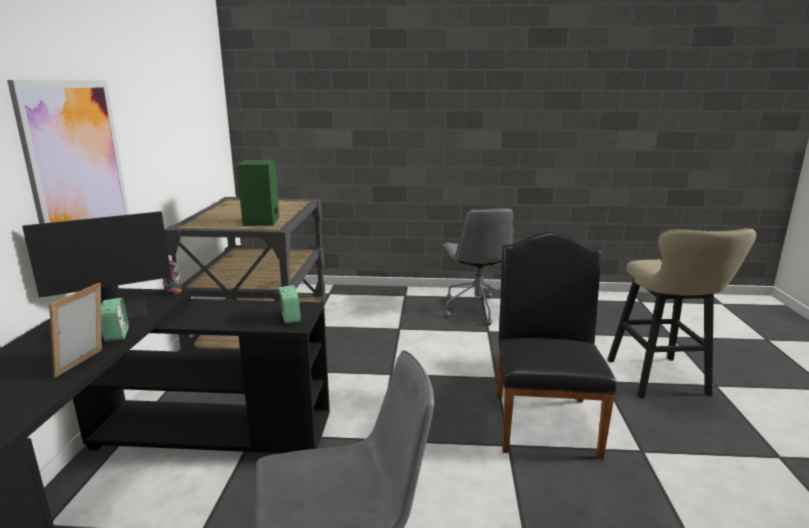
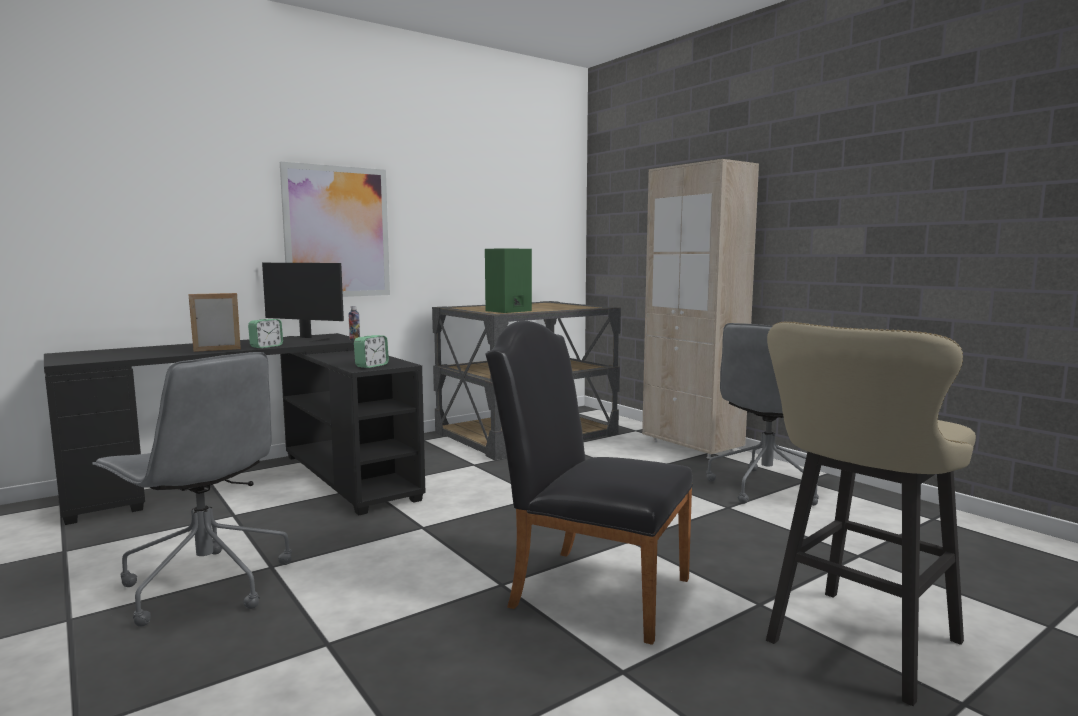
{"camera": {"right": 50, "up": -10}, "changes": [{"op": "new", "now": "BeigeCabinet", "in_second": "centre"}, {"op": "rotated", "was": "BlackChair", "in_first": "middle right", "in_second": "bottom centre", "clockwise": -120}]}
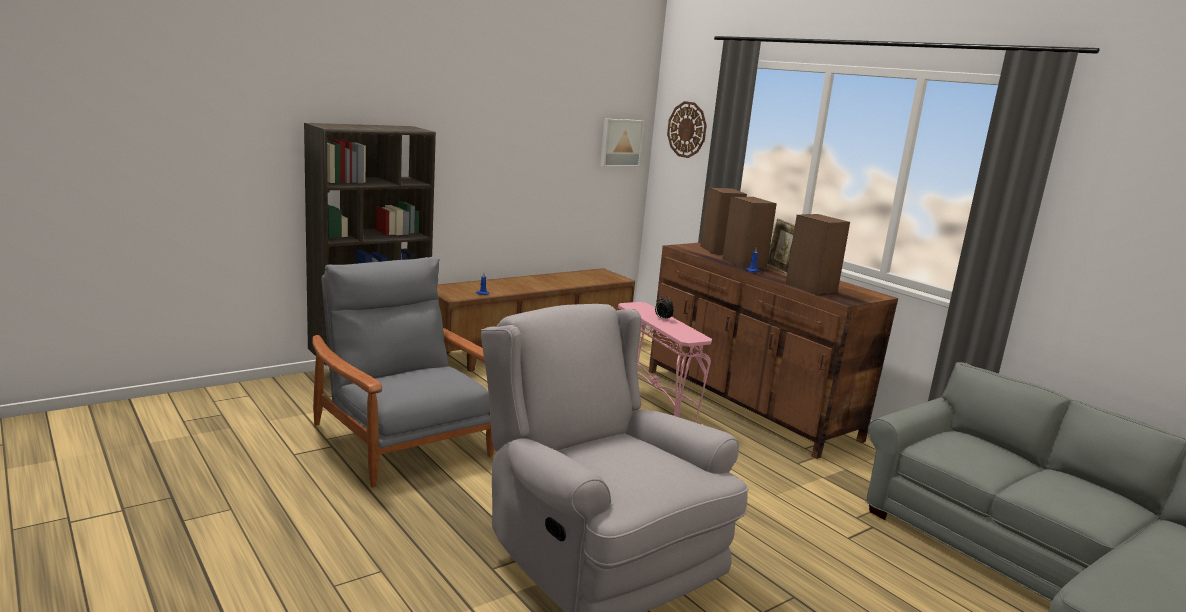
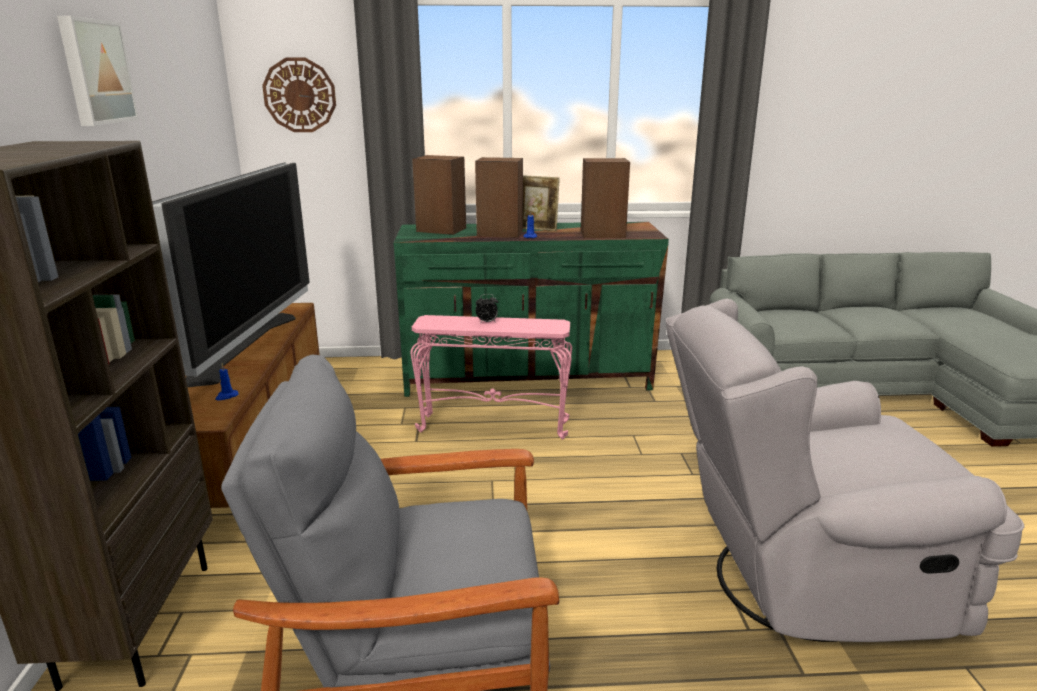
{"camera": {"right": -55, "up": 5}, "changes": [{"op": "new", "now": "Television", "in_second": "middle left"}, {"op": "shifted", "was": "Picture", "in_first": "top centre", "in_second": "top left"}, {"op": "repainted", "was": "BrownCabinet", "now": "GreenCabinet", "in_first": "centre", "in_second": "centre"}]}
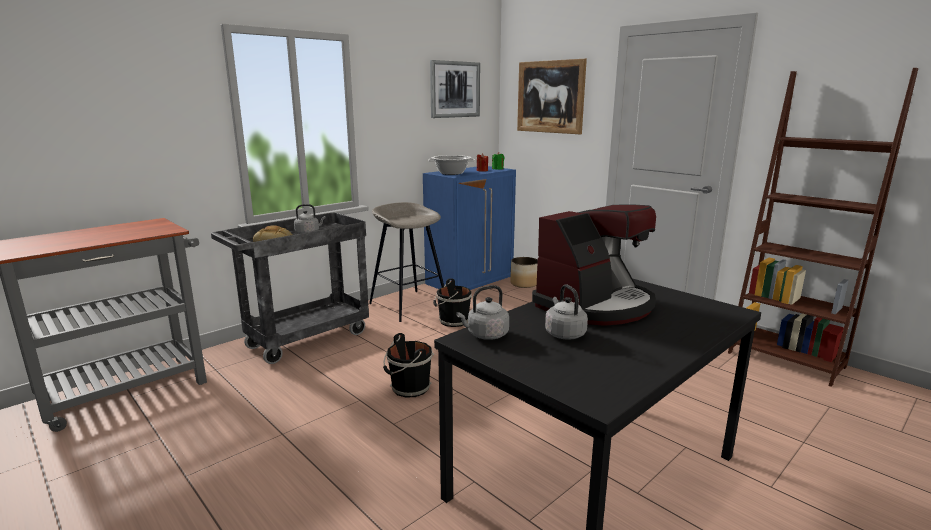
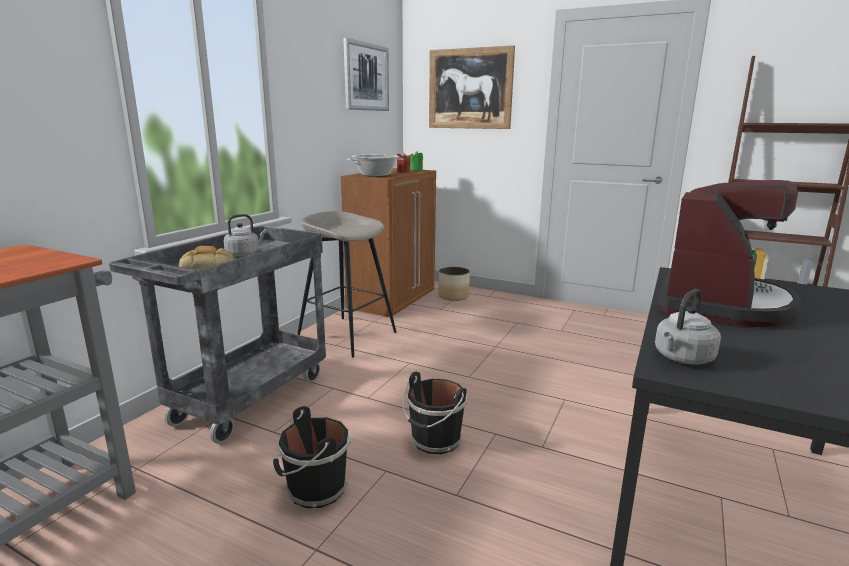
{"camera": {"right": -20, "up": 0}, "changes": [{"op": "gone", "was": "GreyKettle (no. 3 from left)", "in_first": "centre"}, {"op": "shifted", "was": "BlackBucket (no. 2 from left in the first image)", "now": "BlackBucket (no. 1 from left)", "in_first": "centre", "in_second": "bottom centre"}, {"op": "repainted", "was": "BlueCabinet", "now": "BrownCabinet", "in_first": "centre", "in_second": "centre"}]}
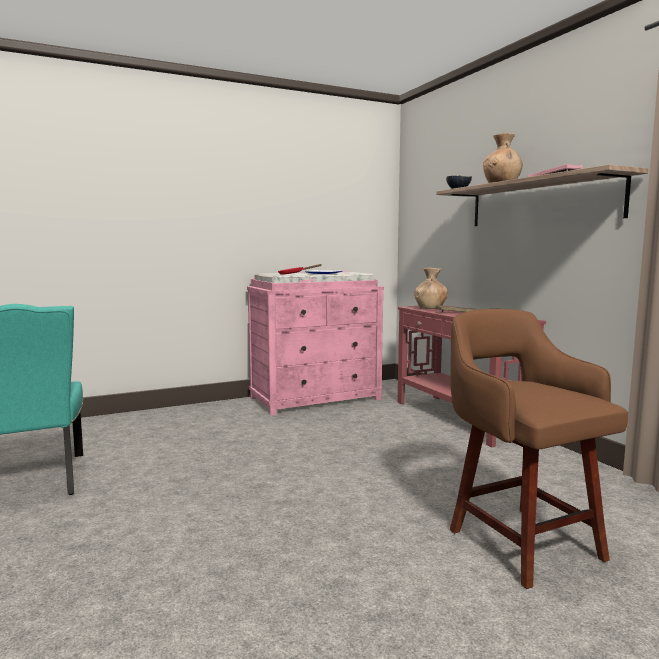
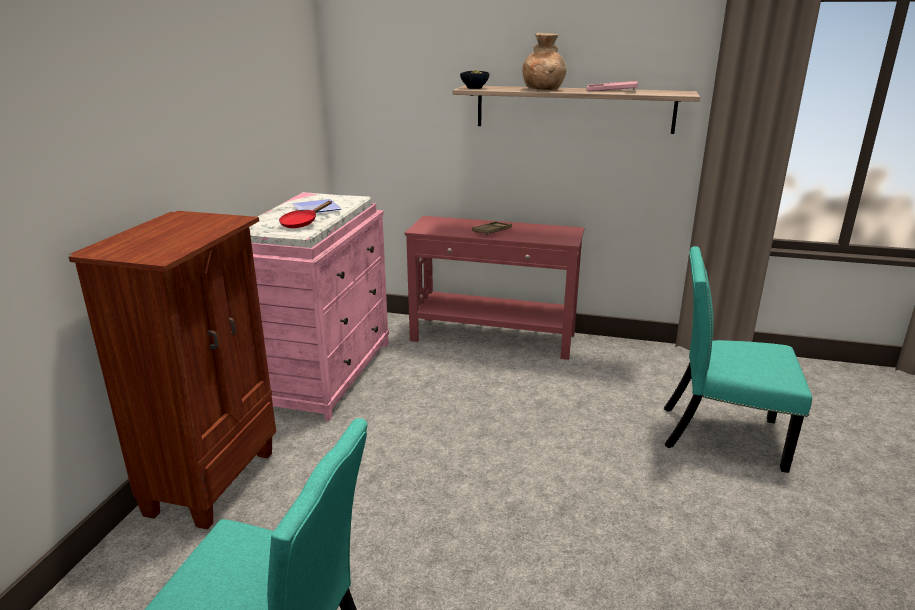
{"camera": {"right": -50, "up": 15}, "changes": [{"op": "gone", "was": "BrownVase (no. 1 from left)", "in_first": "centre"}, {"op": "new", "now": "BrownCabinet", "in_second": "middle left"}, {"op": "swapped", "was": "BrownStool", "now": "TurquoiseChair (no. 2 from left)", "in_first": "bottom right", "in_second": "middle right"}]}
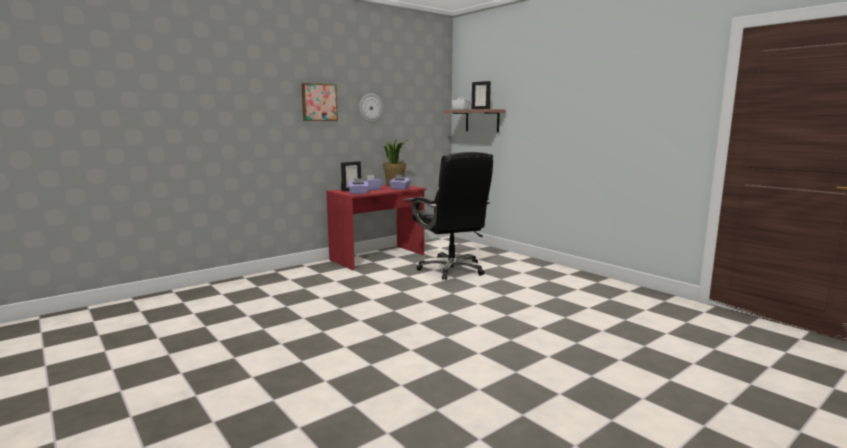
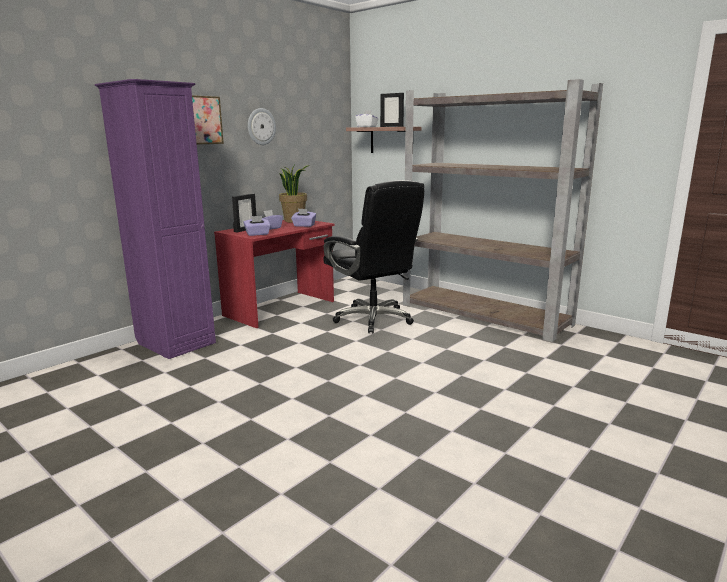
{"camera": {"right": -10, "up": 5}, "changes": [{"op": "new", "now": "PurpleCabinet", "in_second": "middle left"}, {"op": "new", "now": "BrownBookcase", "in_second": "middle right"}]}
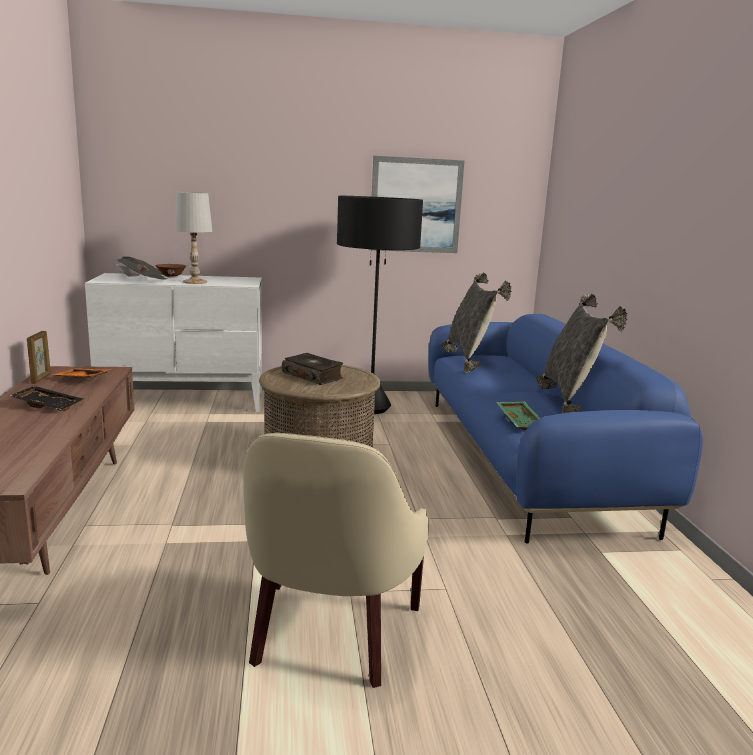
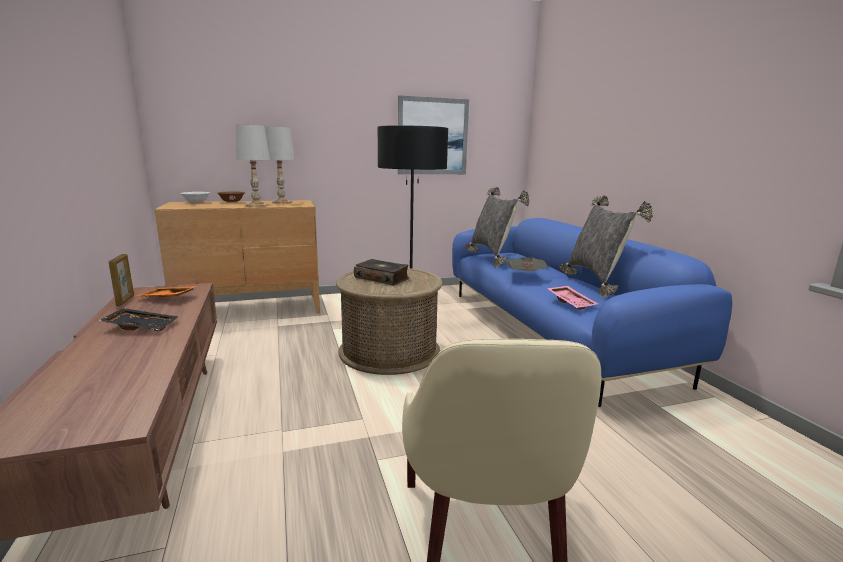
{"camera": {"right": -10, "up": 0}, "changes": [{"op": "new", "now": "WhiteTableLamp (no. 2 from left)", "in_second": "top left"}, {"op": "shifted", "was": "Newspaper", "in_first": "middle left", "in_second": "centre"}, {"op": "repainted", "was": "WhiteCabinet", "now": "BrownCabinet", "in_first": "middle left", "in_second": "middle left"}, {"op": "repainted", "was": "GreenTray", "now": "PinkTray", "in_first": "middle right", "in_second": "middle right"}]}
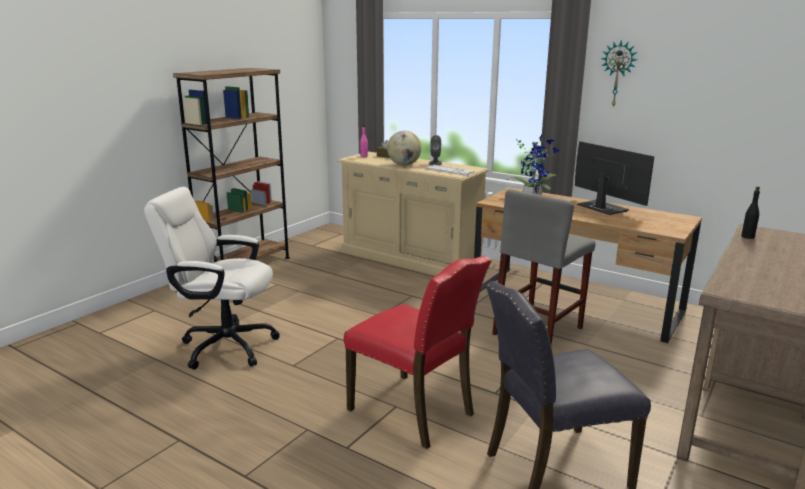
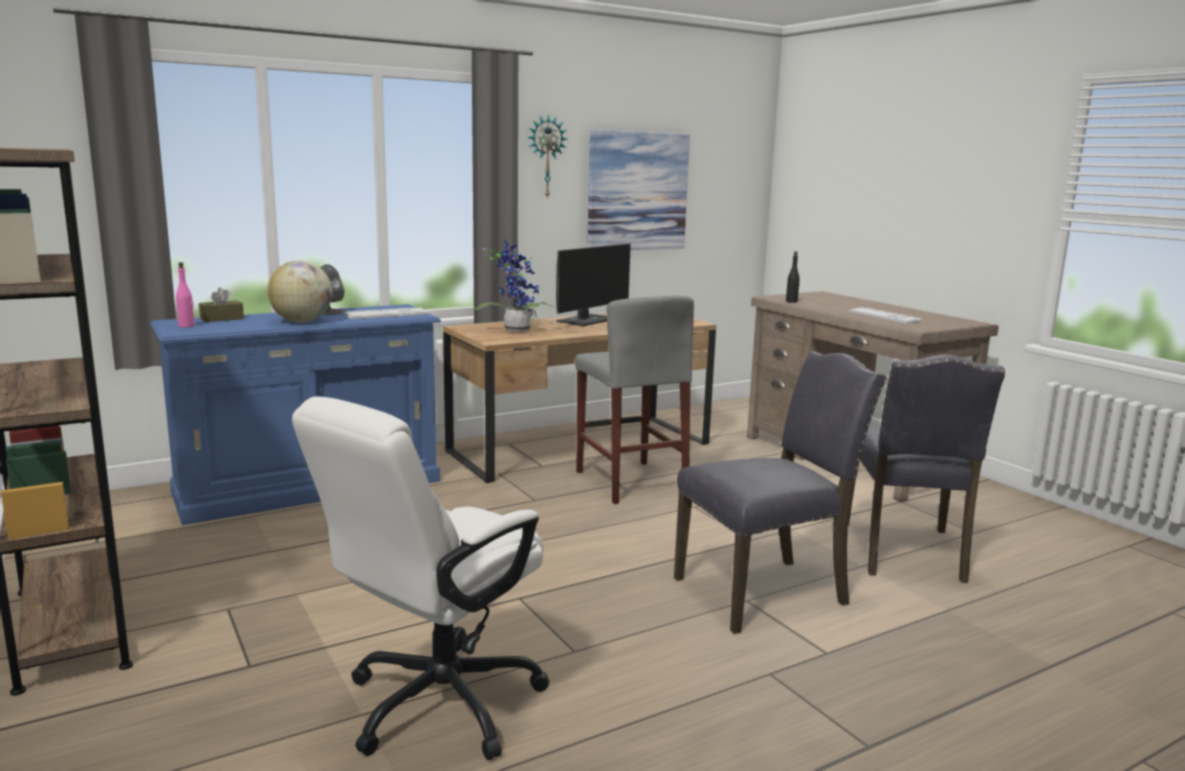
{"camera": {"right": -65, "up": -5}, "changes": [{"op": "new", "now": "Picture", "in_second": "top centre"}, {"op": "new", "now": "Keyboard (no. 2 from left)", "in_second": "middle right"}, {"op": "repainted", "was": "BeigeCabinet", "now": "BlueCabinet", "in_first": "centre", "in_second": "middle left"}, {"op": "repainted", "was": "RedChair", "now": "GreyChair (no. 1 from left)", "in_first": "bottom centre", "in_second": "centre"}, {"op": "rotated", "was": "Monitor", "in_first": "middle right", "in_second": "centre", "clockwise": 135}]}
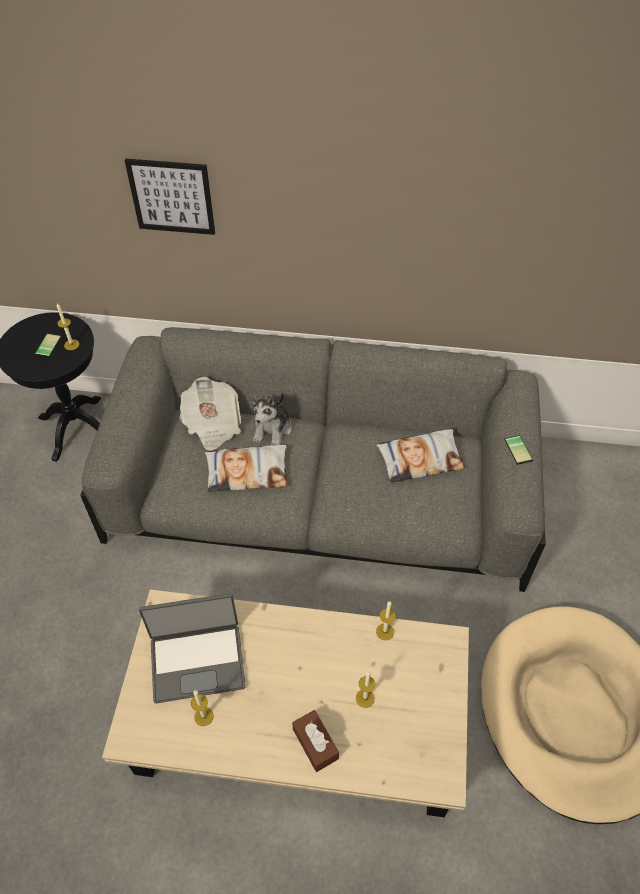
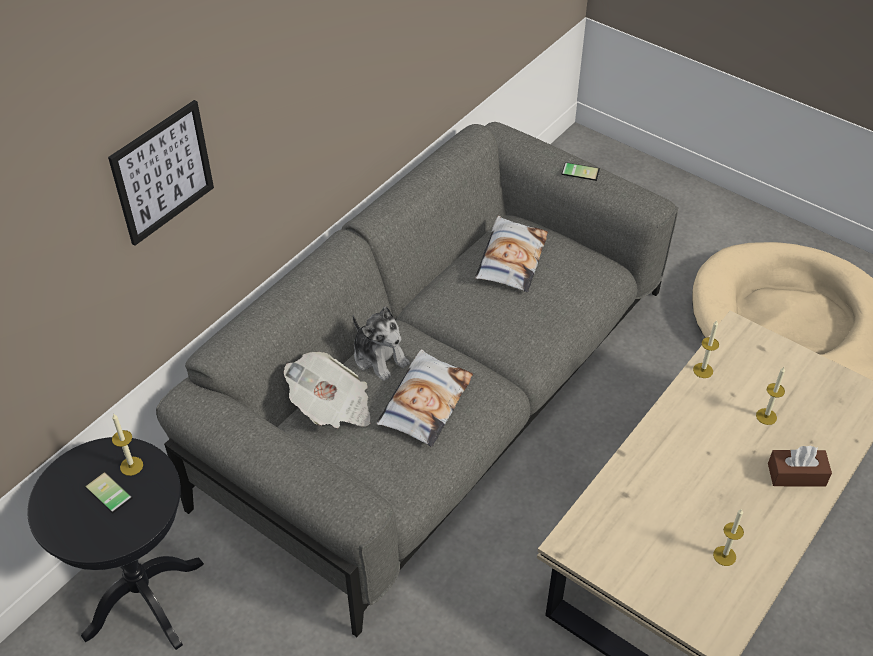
{"camera": {"right": -60, "up": -5}, "changes": [{"op": "gone", "was": "Laptop", "in_first": "bottom left"}]}
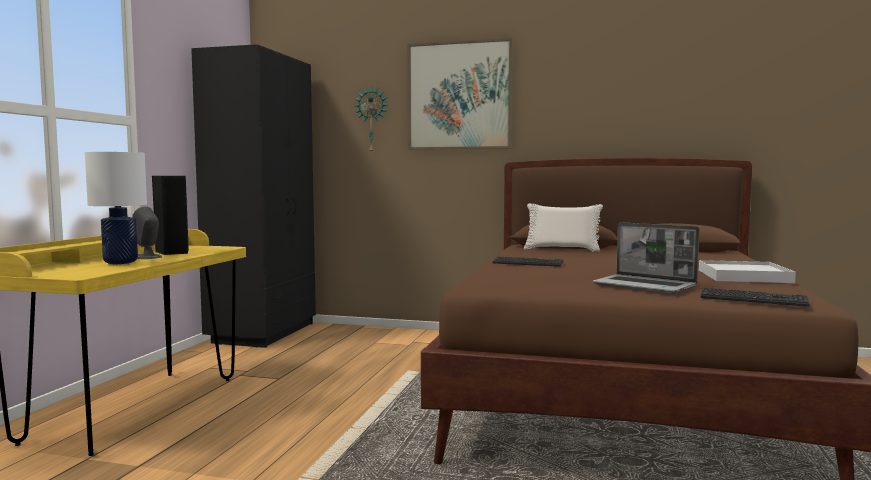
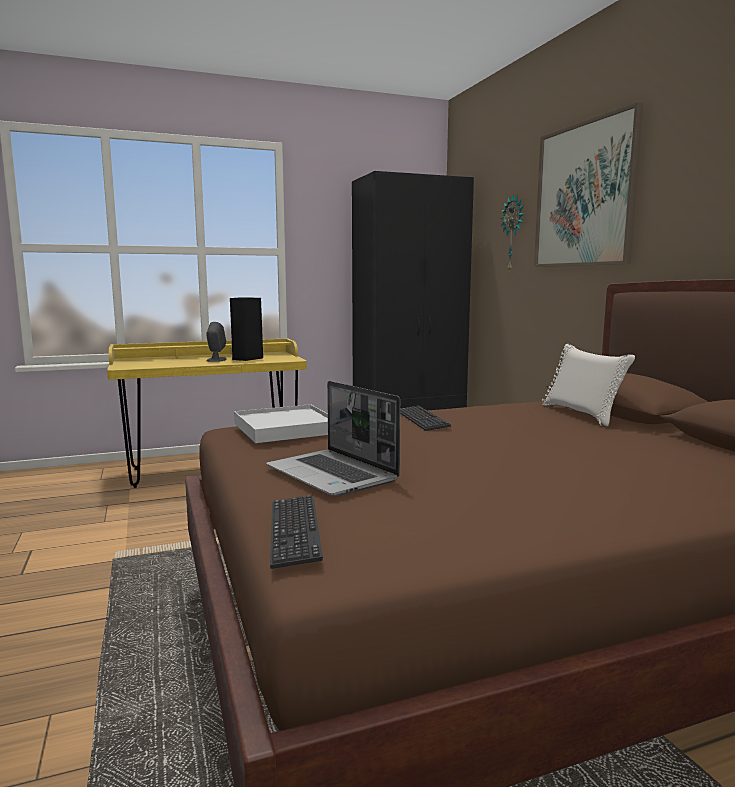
{"camera": {"right": 55, "up": 5}, "changes": [{"op": "gone", "was": "WhiteTableLamp", "in_first": "middle left"}, {"op": "shifted", "was": "WhiteTray", "in_first": "middle right", "in_second": "centre"}, {"op": "rotated", "was": "Laptop", "in_first": "middle right", "in_second": "centre", "clockwise": -45}]}
